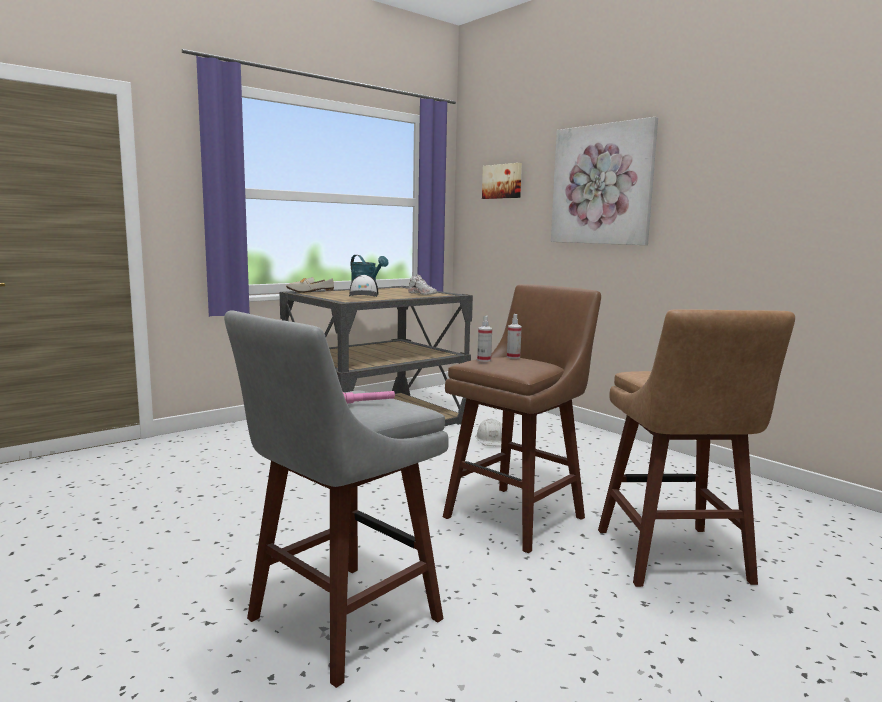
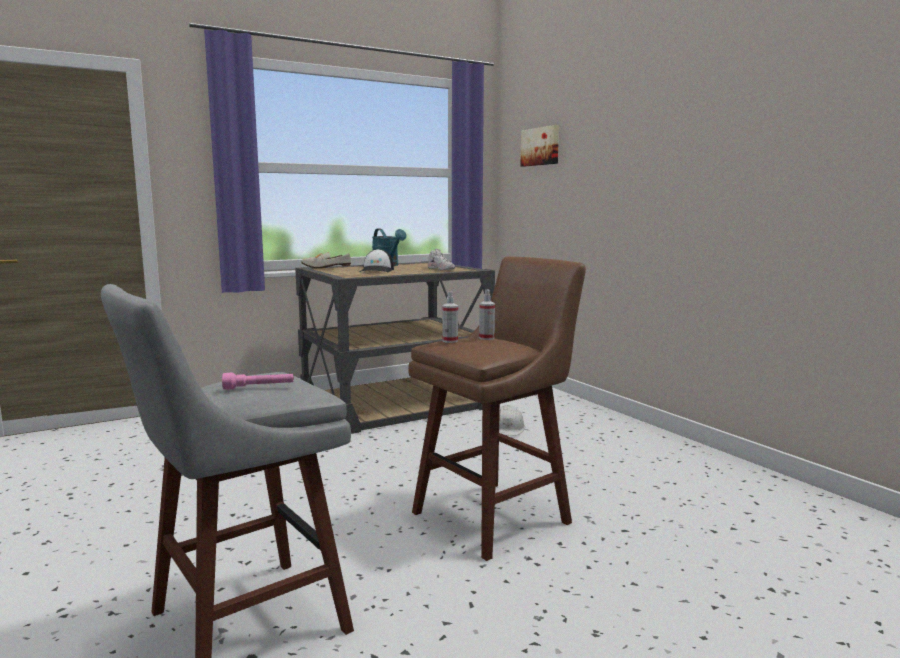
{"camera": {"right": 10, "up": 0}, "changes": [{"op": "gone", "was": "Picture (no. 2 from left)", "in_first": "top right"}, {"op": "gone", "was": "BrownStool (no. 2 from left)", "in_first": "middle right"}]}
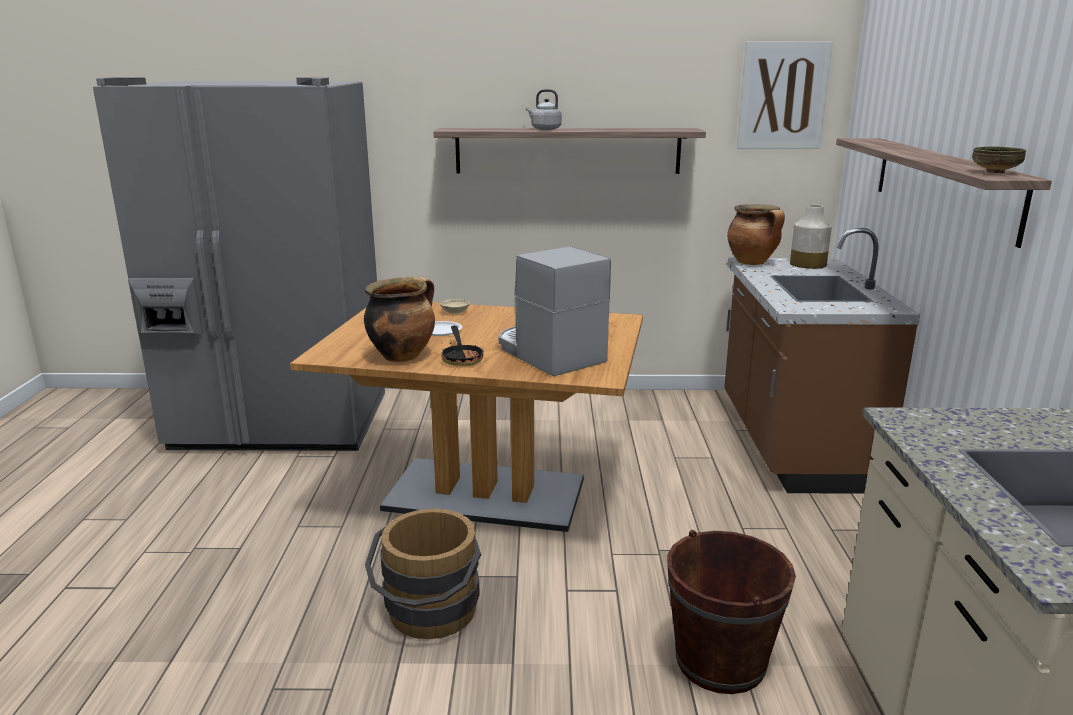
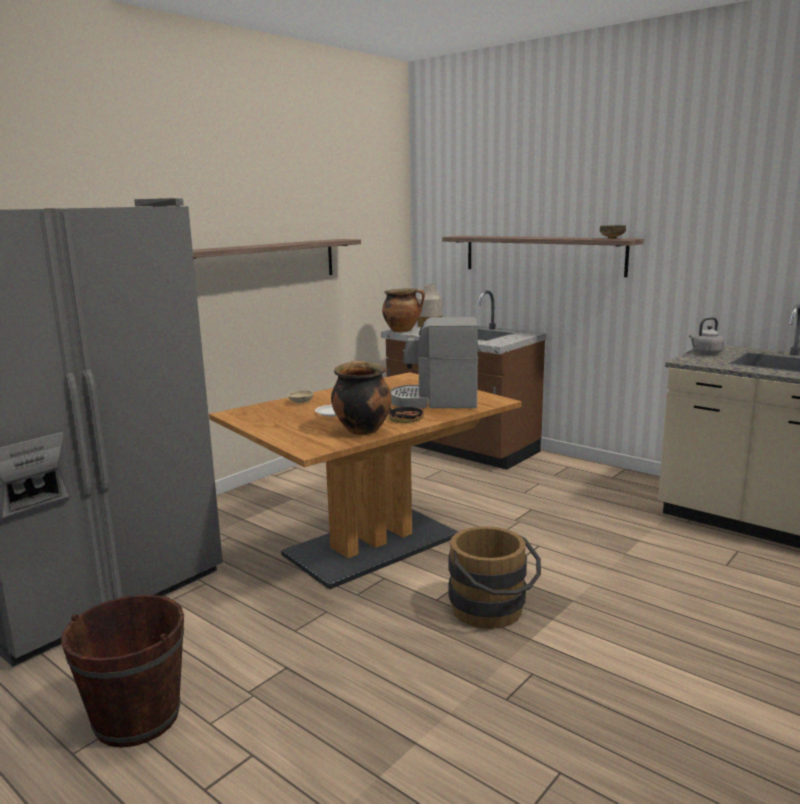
{"camera": {"right": -50, "up": -5}, "changes": [{"op": "gone", "was": "Picture", "in_first": "top right"}, {"op": "shifted", "was": "GreyKettle", "in_first": "top centre", "in_second": "middle right"}, {"op": "shifted", "was": "BrownBucket (no. 2 from left in the first image)", "now": "BrownBucket (no. 1 from left)", "in_first": "bottom right", "in_second": "bottom left"}]}
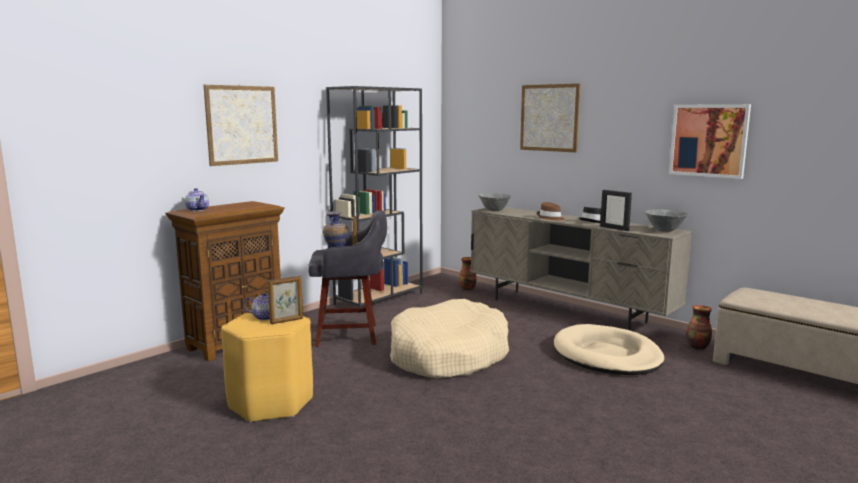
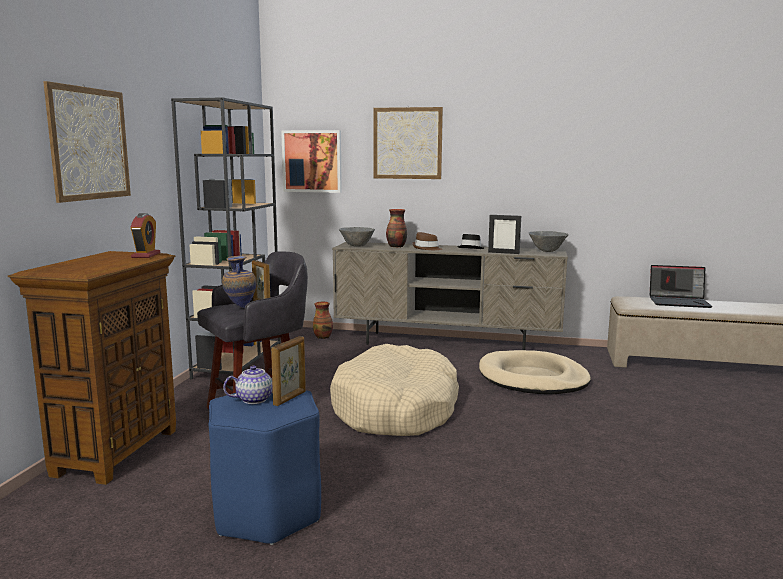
{"camera": {"right": -30, "up": 0}, "changes": [{"op": "gone", "was": "Teapot (no. 1 from left)", "in_first": "middle left"}, {"op": "new", "now": "AlarmClock", "in_second": "middle left"}, {"op": "new", "now": "Laptop", "in_second": "middle right"}, {"op": "shifted", "was": "Picture (no. 3 from left in the first image)", "now": "Picture (no. 2 from left)", "in_first": "top right", "in_second": "top centre"}, {"op": "shifted", "was": "Vase (no. 3 from left)", "in_first": "bottom right", "in_second": "centre"}, {"op": "repainted", "was": "YellowStool", "now": "BlueStool", "in_first": "bottom left", "in_second": "bottom centre"}]}
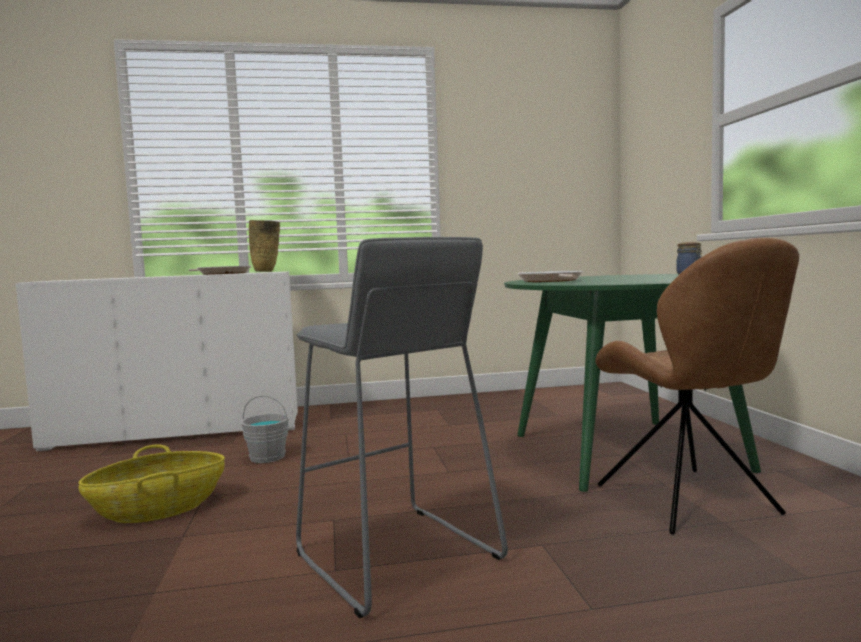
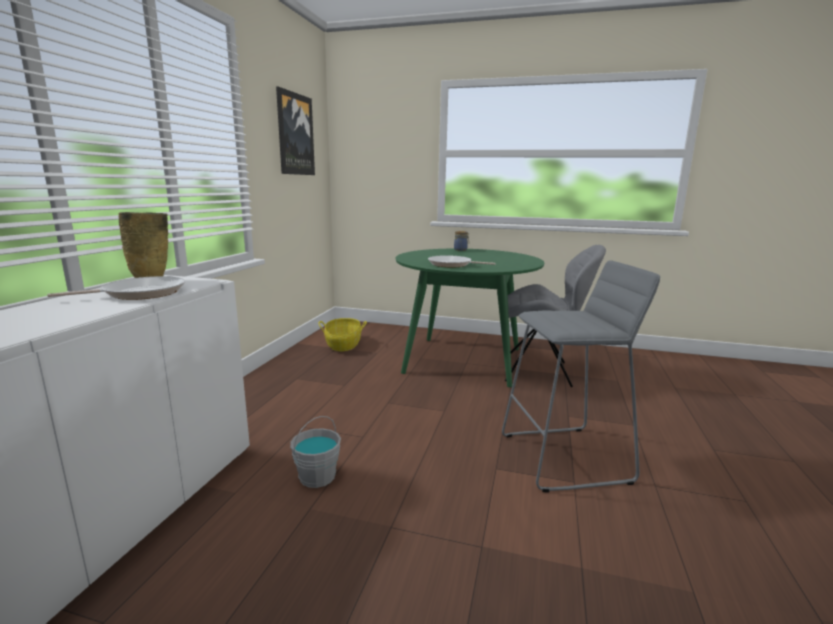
{"camera": {"right": -65, "up": 10}, "changes": [{"op": "new", "now": "Picture", "in_second": "top centre"}, {"op": "shifted", "was": "Basket", "in_first": "bottom left", "in_second": "centre"}, {"op": "repainted", "was": "BrownChair", "now": "GreyChair", "in_first": "middle right", "in_second": "centre"}]}
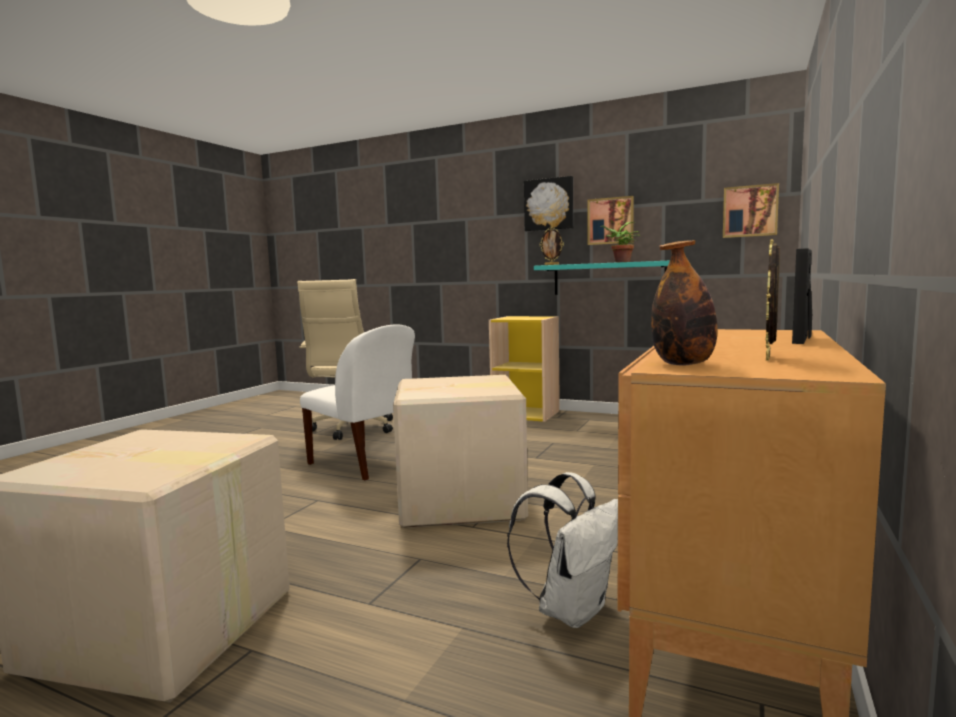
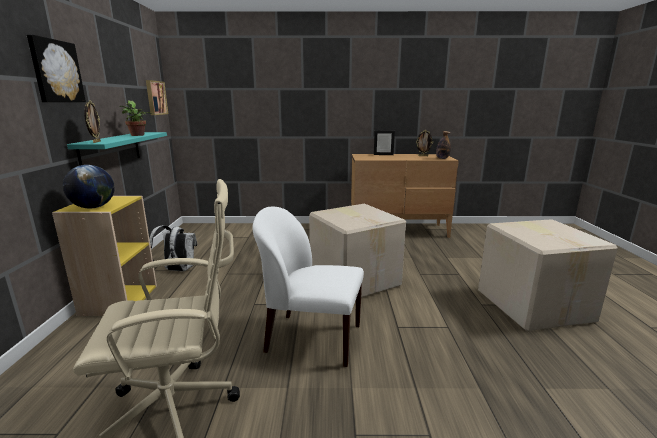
{"camera": {"right": -115, "up": 10}, "changes": [{"op": "gone", "was": "Picture (no. 2 from left)", "in_first": "top centre"}, {"op": "new", "now": "Globe", "in_second": "middle left"}, {"op": "shifted", "was": "WhiteBackpack", "in_first": "bottom centre", "in_second": "middle left"}, {"op": "rotated", "was": "WhiteChair", "in_first": "centre", "in_second": "centre", "clockwise": -90}]}
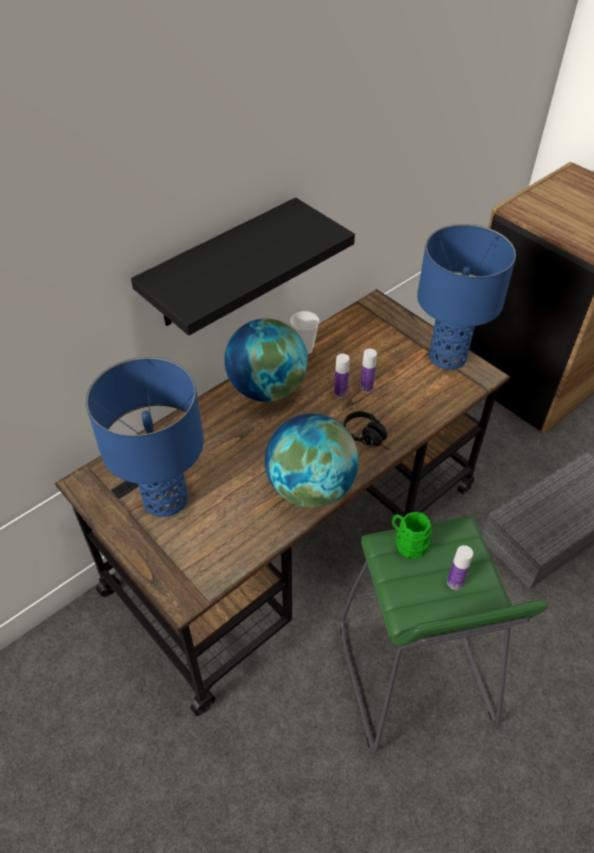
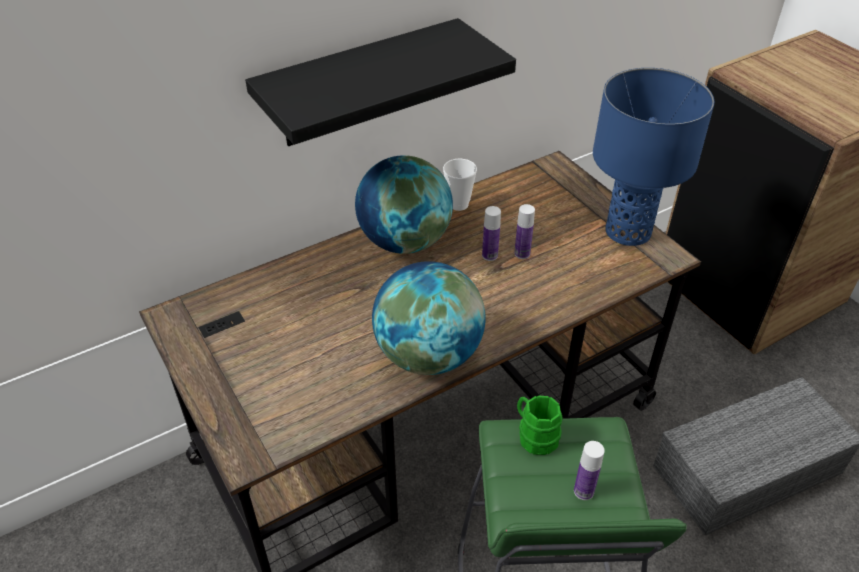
{"camera": {"right": 10, "up": -5}, "changes": [{"op": "gone", "was": "BlueTableLamp (no. 1 from left)", "in_first": "middle left"}, {"op": "gone", "was": "BlackHeadphones", "in_first": "centre"}]}
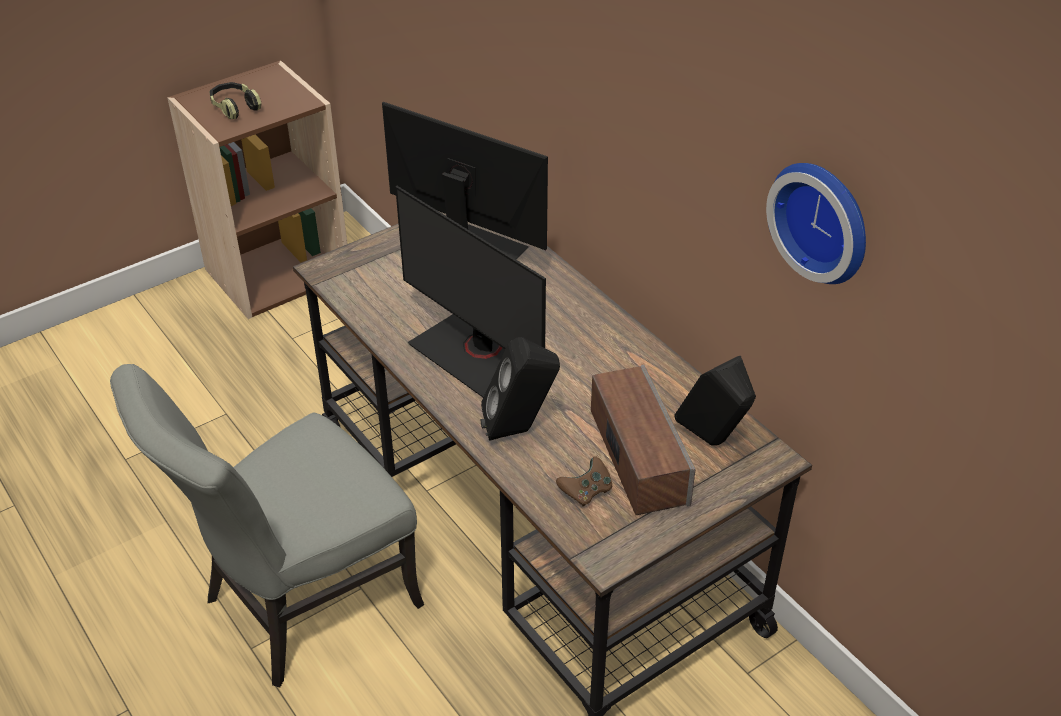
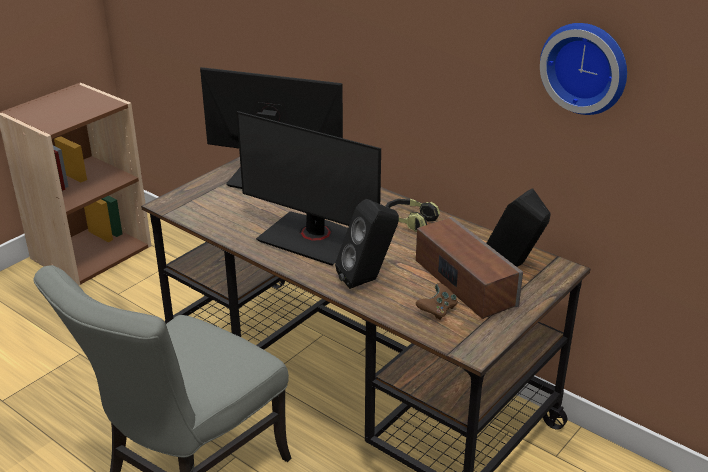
{"camera": {"right": -15, "up": -10}, "changes": [{"op": "shifted", "was": "Headphones", "in_first": "top left", "in_second": "centre"}]}
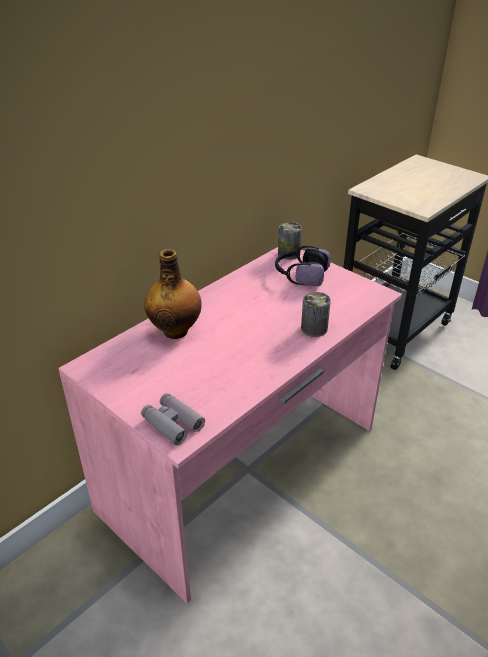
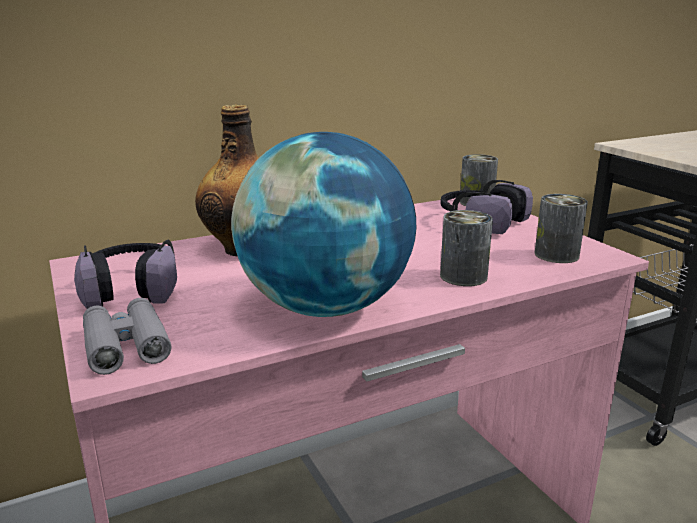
{"camera": {"right": 20, "up": -15}, "changes": [{"op": "new", "now": "Headphones (no. 1 from left)", "in_second": "middle left"}, {"op": "new", "now": "Globe", "in_second": "centre"}, {"op": "new", "now": "Can (no. 3 from left)", "in_second": "middle right"}]}
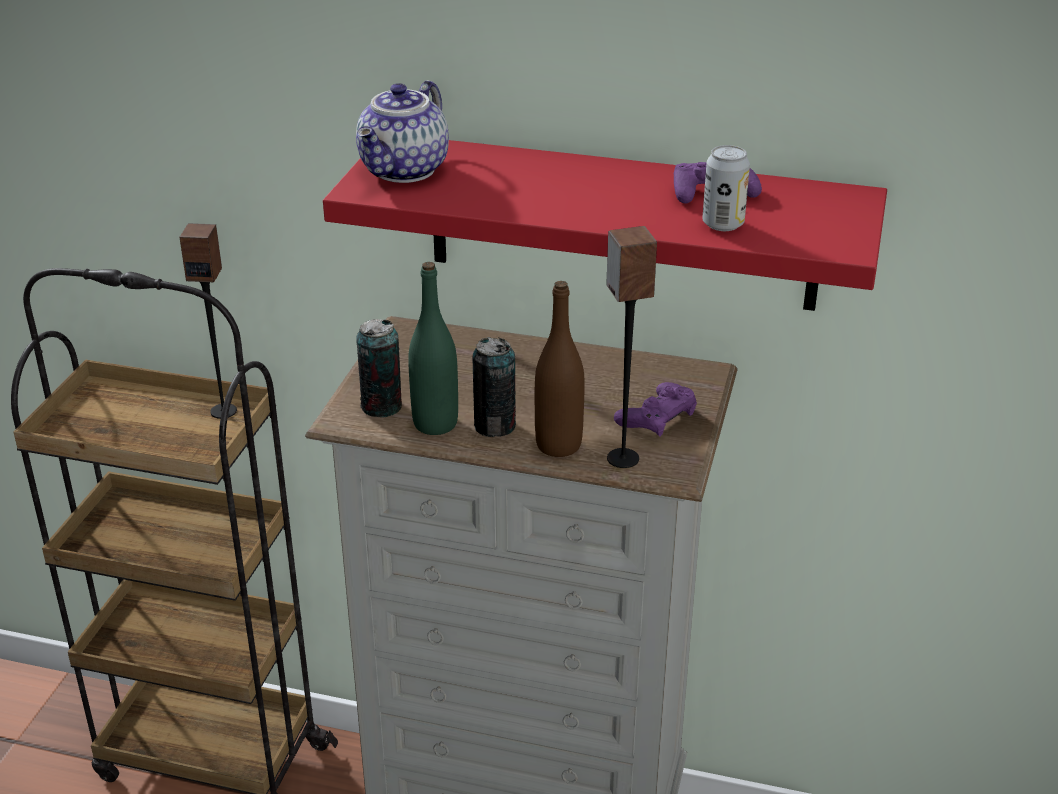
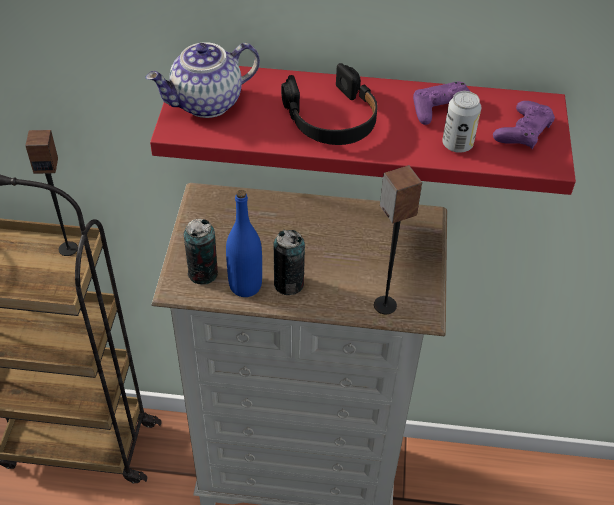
{"camera": {"right": -10, "up": 15}, "changes": [{"op": "gone", "was": "BrownBottle", "in_first": "centre"}, {"op": "new", "now": "BlackHeadphones", "in_second": "top centre"}, {"op": "shifted", "was": "PurpleGameController (no. 1 from left in the first image)", "now": "PurpleGameController (no. 2 from left)", "in_first": "centre", "in_second": "top right"}, {"op": "repainted", "was": "GreenBottle", "now": "BlueBottle", "in_first": "centre", "in_second": "centre"}, {"op": "rotated", "was": "Teapot", "in_first": "top centre", "in_second": "top left", "clockwise": 45}]}
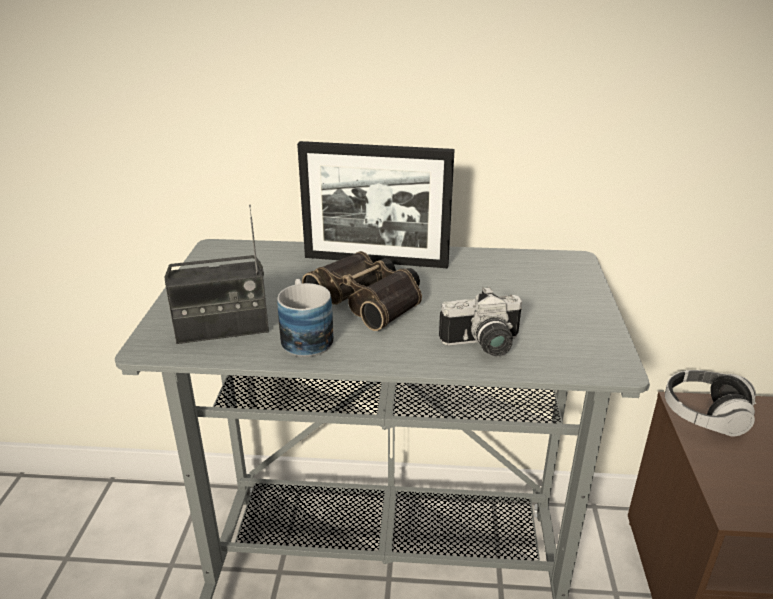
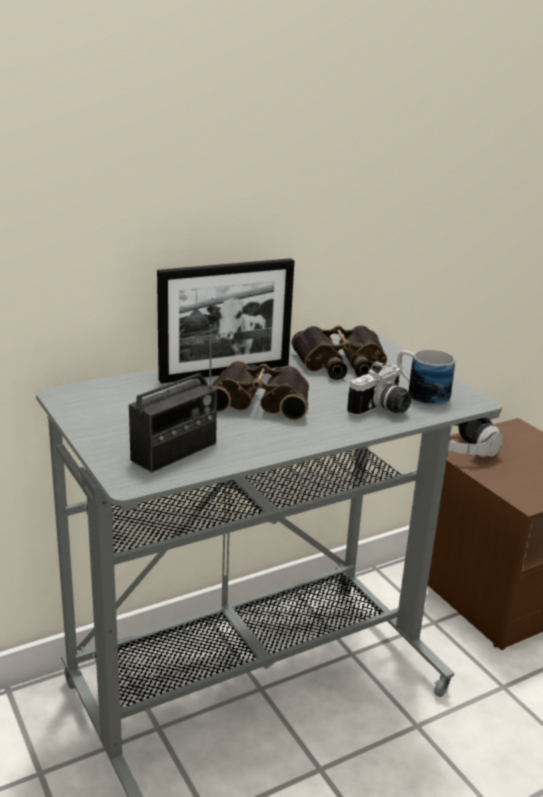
{"camera": {"right": -35, "up": -5}, "changes": [{"op": "new", "now": "Binoculars (no. 2 from left)", "in_second": "centre"}, {"op": "shifted", "was": "Mug", "in_first": "centre", "in_second": "middle right"}]}
